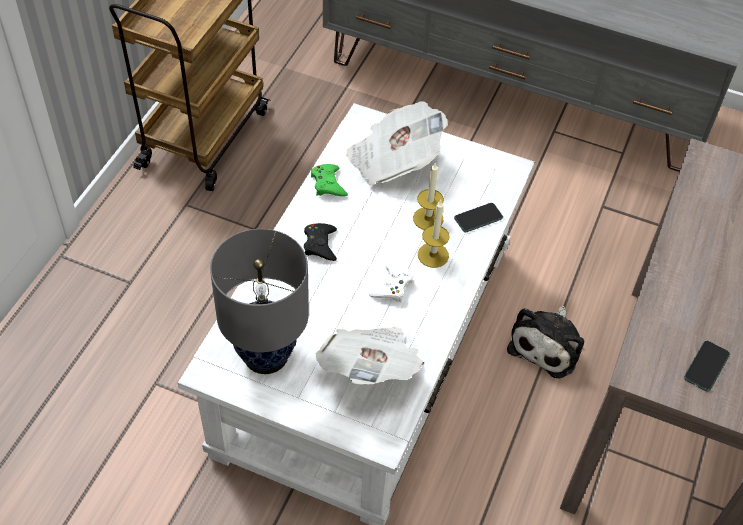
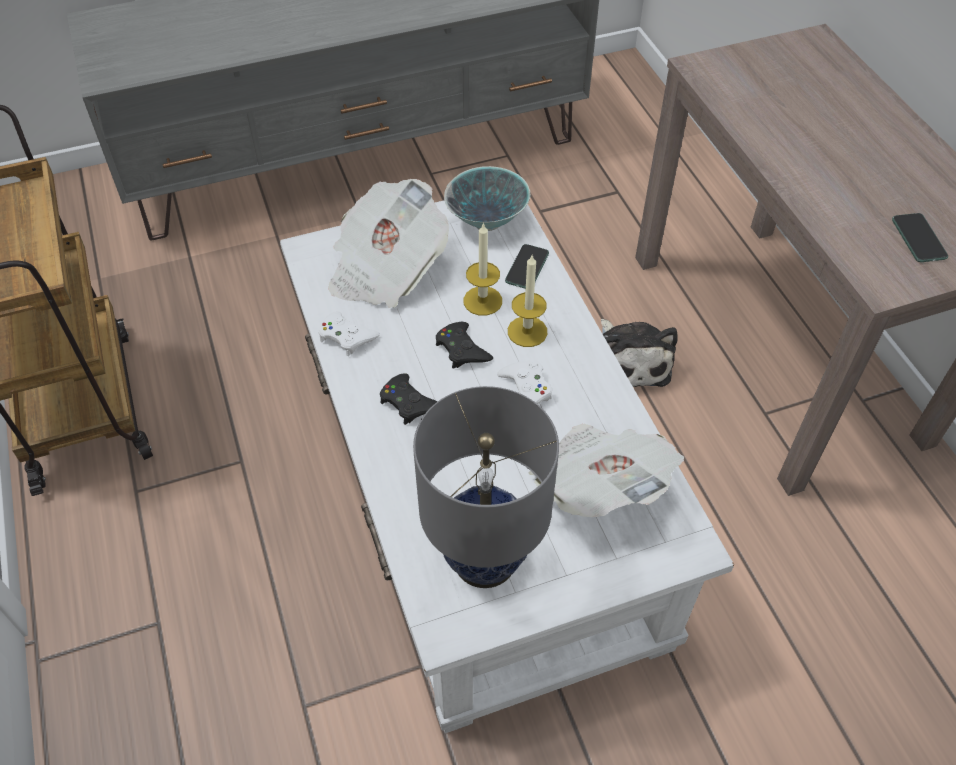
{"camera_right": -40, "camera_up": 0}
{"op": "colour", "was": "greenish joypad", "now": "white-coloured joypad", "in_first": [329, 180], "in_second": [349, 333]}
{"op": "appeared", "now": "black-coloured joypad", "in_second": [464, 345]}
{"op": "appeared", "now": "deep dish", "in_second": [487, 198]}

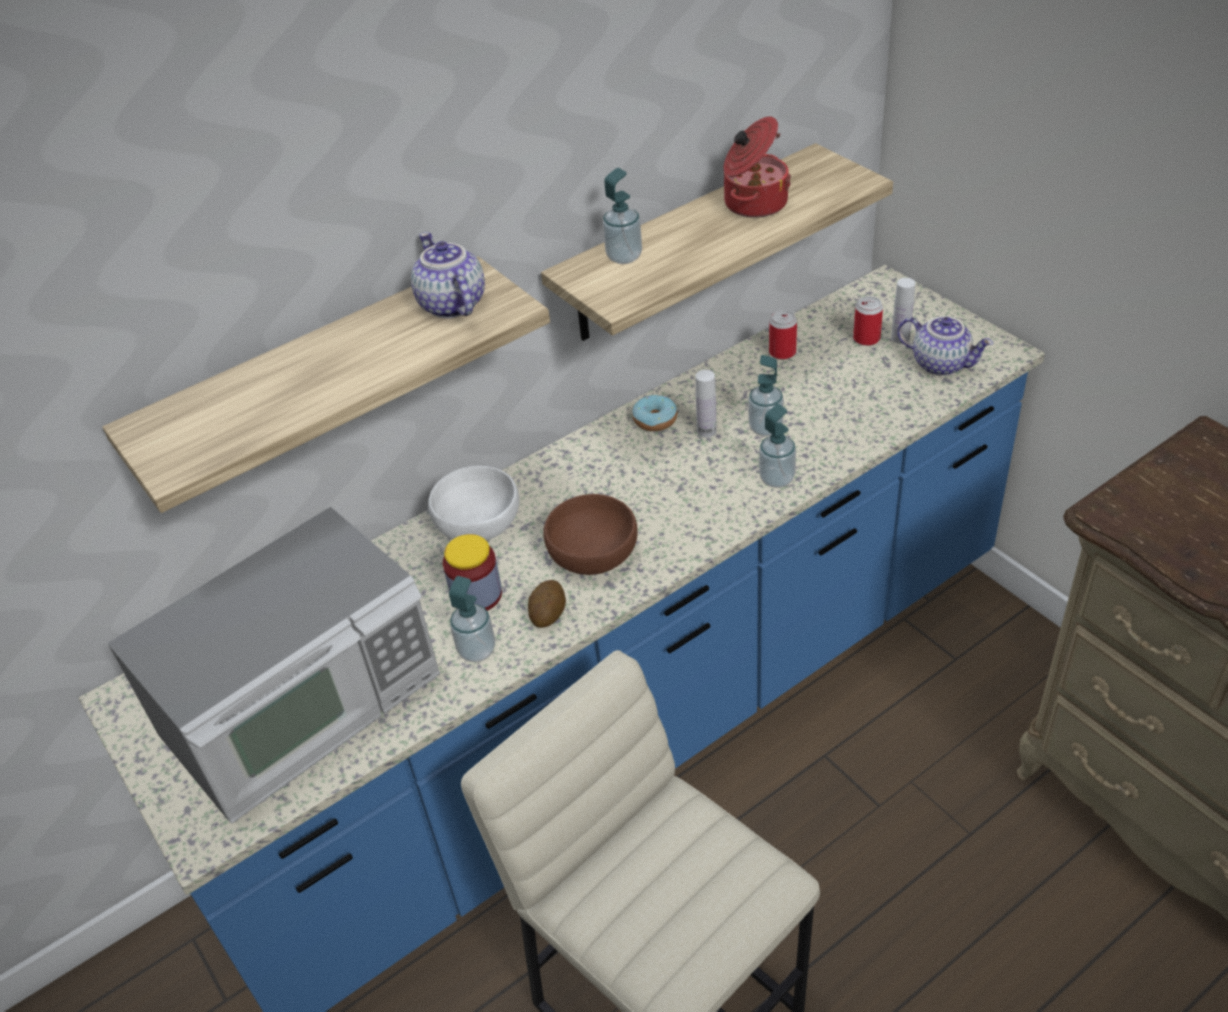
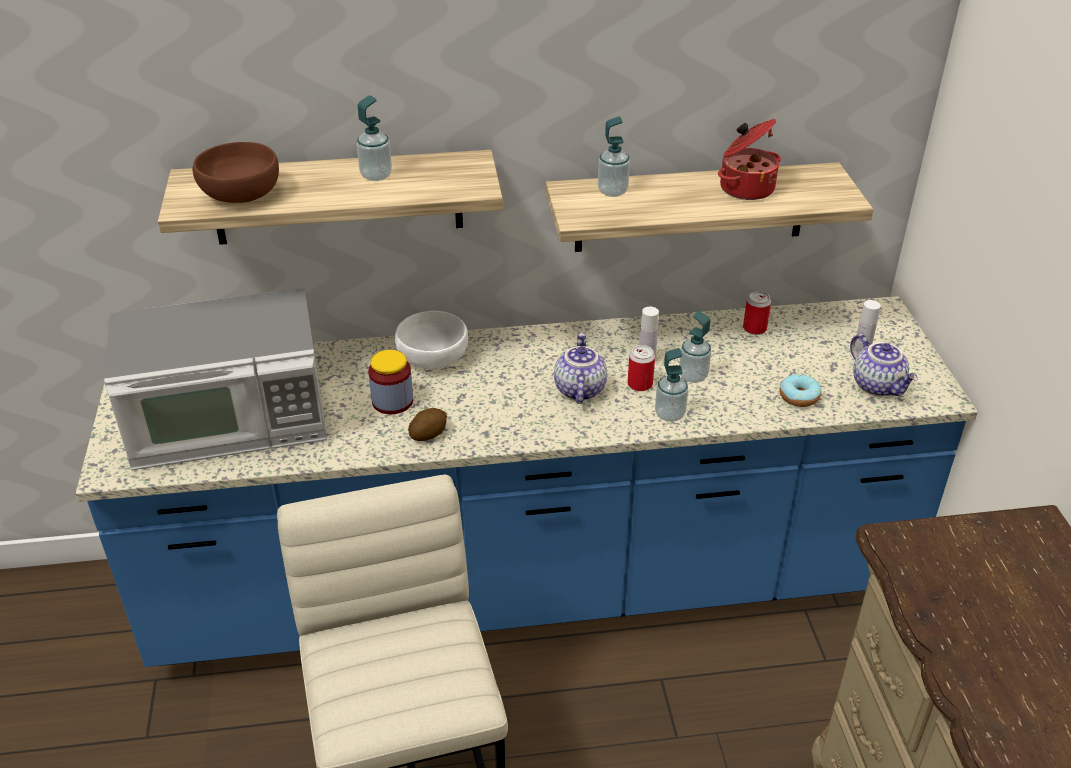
{"camera_right": 25, "camera_up": -5}
{"op": "relocated", "was": "pot for tea", "in_first": [448, 275], "in_second": [580, 368]}
{"op": "relocated", "was": "soap dispenser", "in_first": [472, 619], "in_second": [374, 138]}
{"op": "relocated", "was": "brown-coloured deep dish", "in_first": [590, 534], "in_second": [235, 172]}
{"op": "relocated", "was": "doughnut", "in_first": [655, 413], "in_second": [800, 390]}
{"op": "relocated", "was": "can", "in_first": [868, 321], "in_second": [641, 368]}

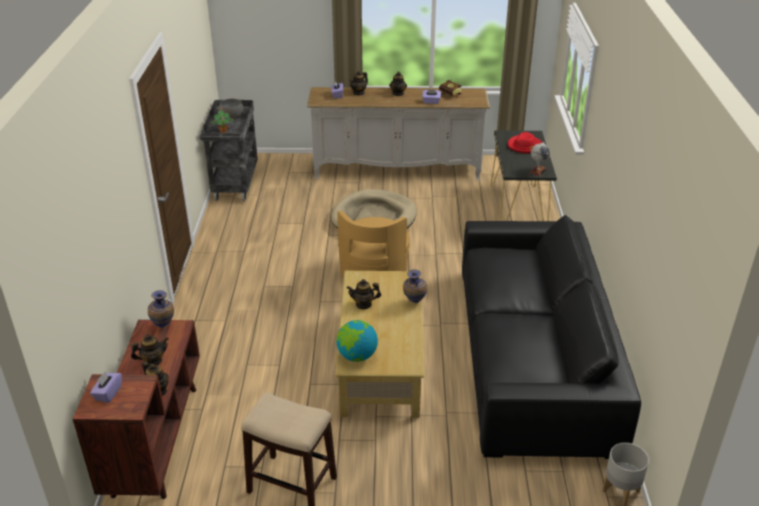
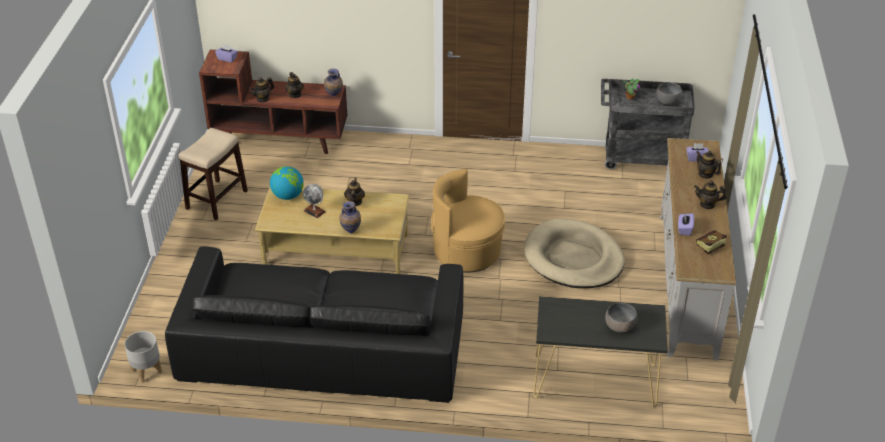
{"camera_right": 95, "camera_up": 5}
{"op": "exchanged", "was": "red-coloured hat", "now": "gray deep dish", "in_first": [525, 142], "in_second": [621, 318]}
{"op": "relocated", "was": "desk globe", "in_first": [539, 159], "in_second": [314, 201]}

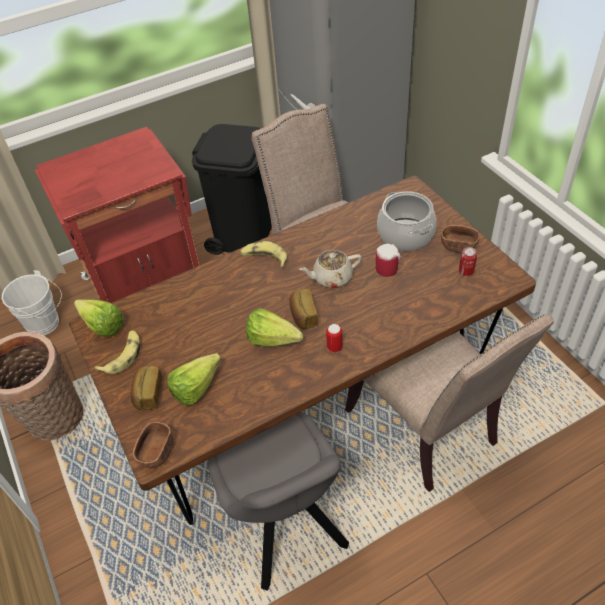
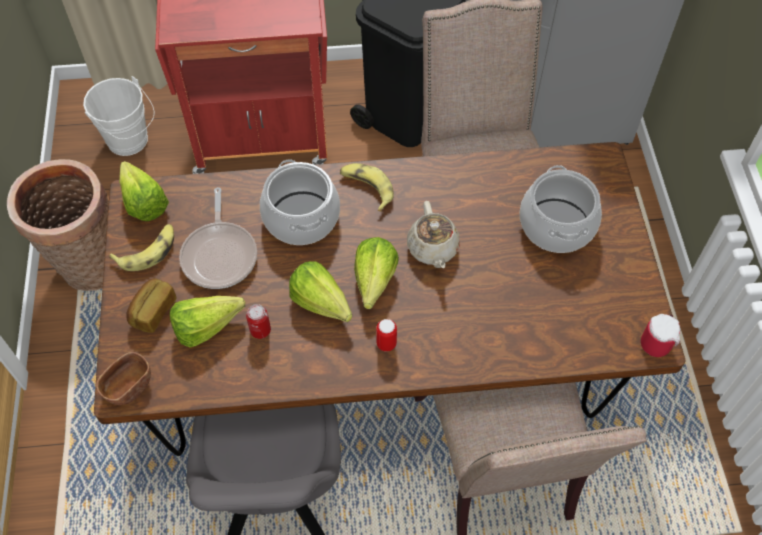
{"camera_right": 20, "camera_up": 10}
{"op": "exchanged", "was": "bread", "now": "head of lettuce", "in_first": [304, 309], "in_second": [376, 273]}
{"op": "spun", "was": "beige-coloured pot for tea", "in_first": [330, 269], "in_second": [433, 235], "clockwise": -105}
{"op": "relocated", "was": "mug", "in_first": [388, 260], "in_second": [660, 335]}
{"op": "missing", "was": "brown-coloured deep dish", "in_first": [460, 239]}
{"op": "relocated", "was": "can", "in_first": [468, 261], "in_second": [258, 321]}
{"op": "appeared", "now": "skillet", "in_second": [218, 238]}
{"op": "appeared", "now": "stockpot", "in_second": [300, 202]}

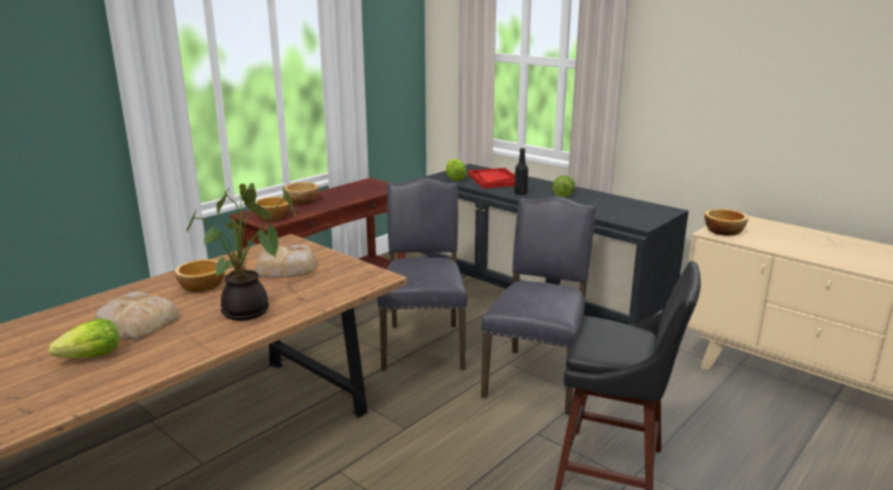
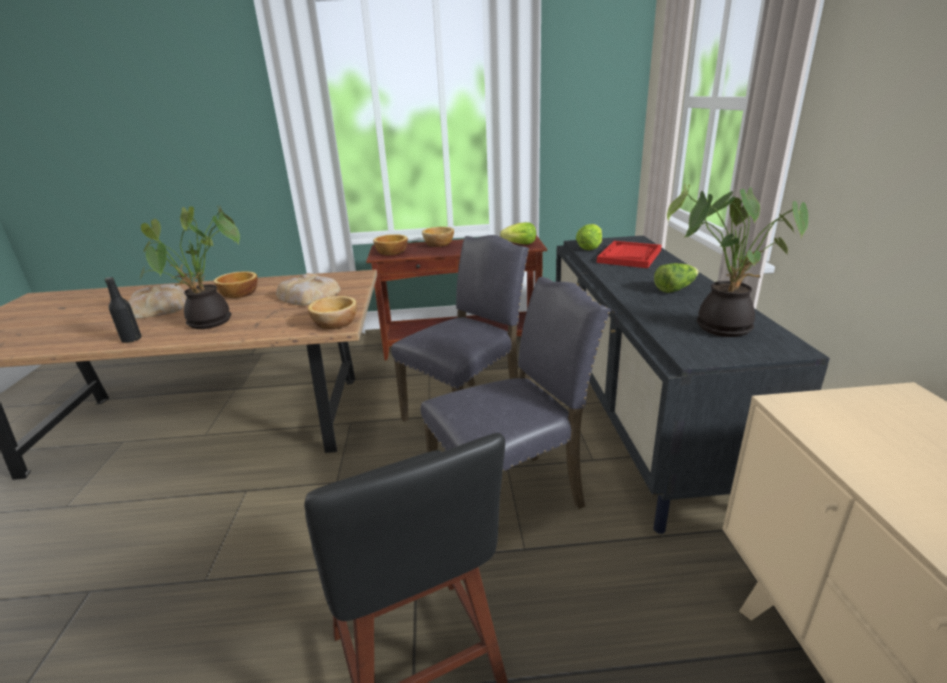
{"camera_right": 45, "camera_up": 5}
{"op": "relocated", "was": "head of lettuce", "in_first": [83, 338], "in_second": [518, 233]}
{"op": "relocated", "was": "black-coloured drink bottle", "in_first": [521, 171], "in_second": [123, 310]}
{"op": "relocated", "was": "deep dish", "in_first": [726, 222], "in_second": [332, 312]}
{"op": "appeared", "now": "potted plant", "in_second": [737, 260]}

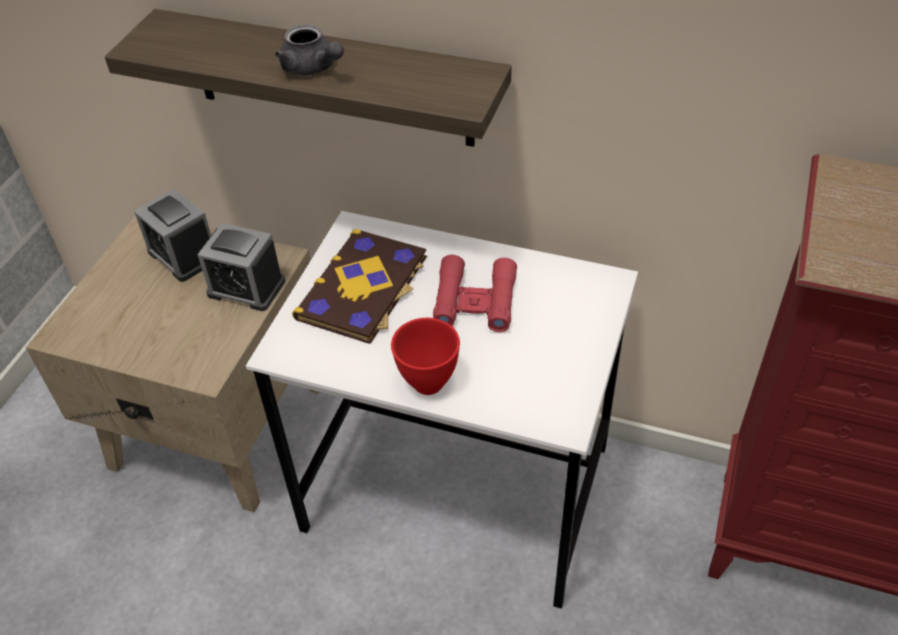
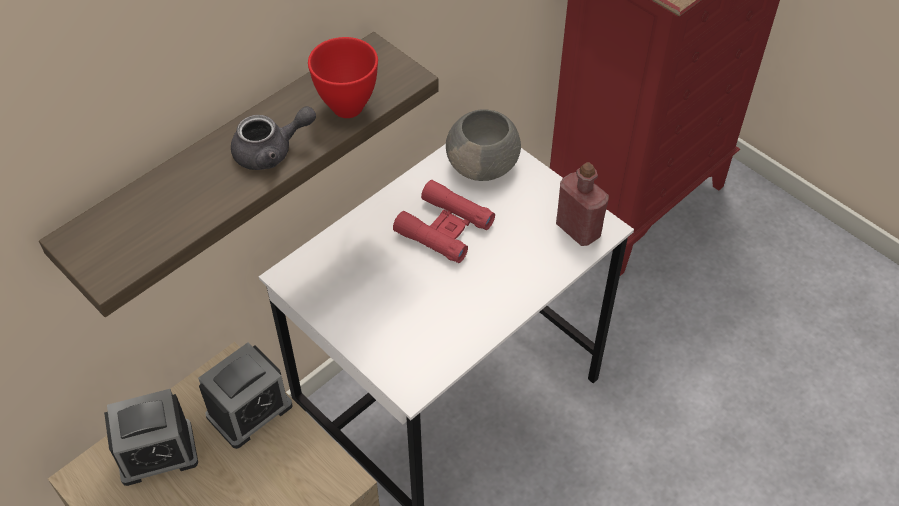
{"camera_right": -65, "camera_up": 5}
{"op": "missing", "was": "book", "in_first": [359, 286]}
{"op": "relocated", "was": "red-coloured deep dish", "in_first": [425, 356], "in_second": [343, 77]}
{"op": "appeared", "now": "gray deep dish", "in_second": [483, 145]}
{"op": "appeared", "now": "red-coloured drink bottle", "in_second": [582, 204]}

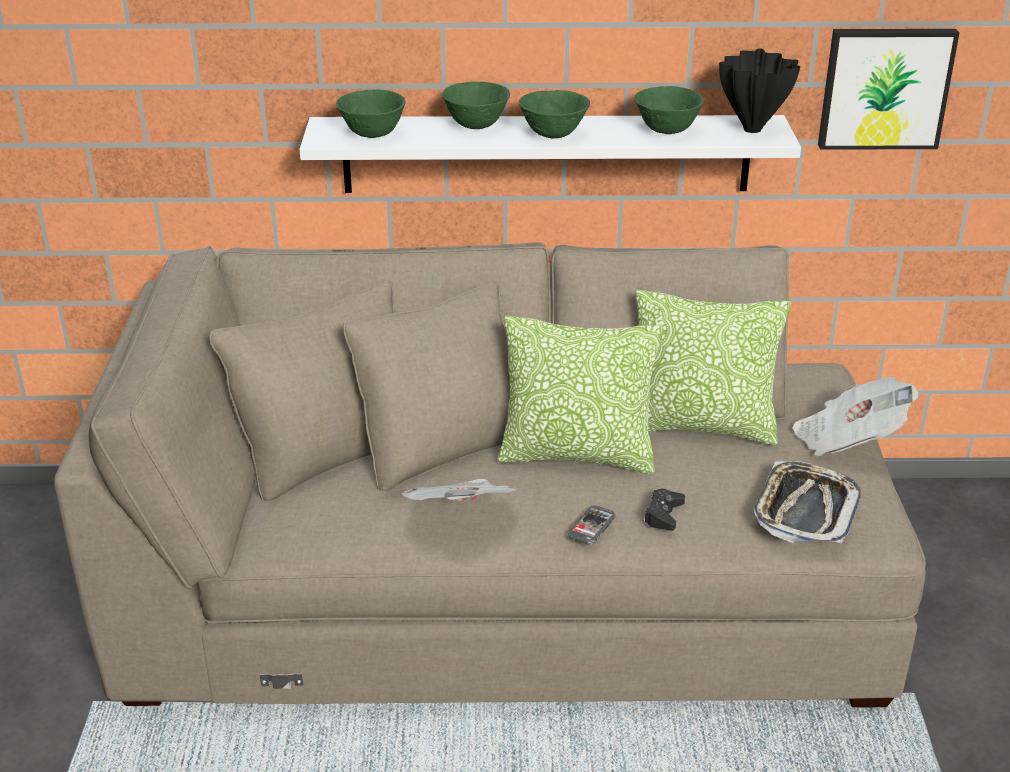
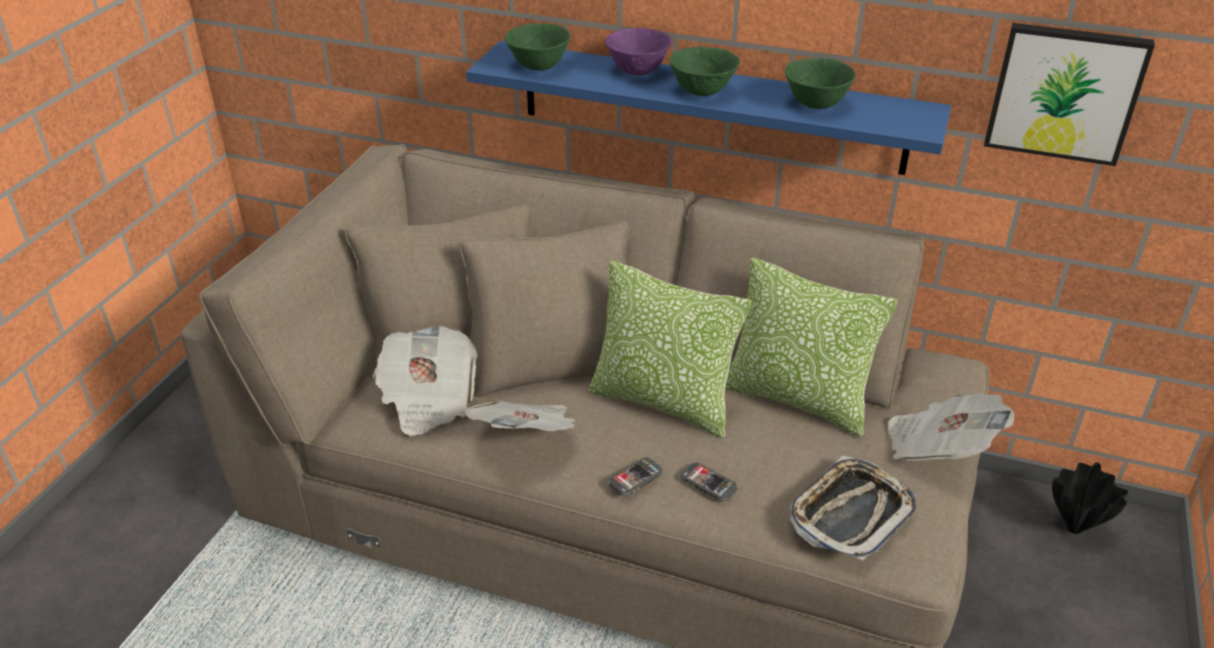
{"camera_right": 20, "camera_up": 5}
{"op": "colour", "was": "white-coloured shelf", "now": "blue-coloured shelf", "in_first": [550, 154], "in_second": [708, 108]}
{"op": "colour", "was": "greenish deep dish", "now": "purple deep dish", "in_first": [476, 105], "in_second": [638, 52]}
{"op": "exchanged", "was": "black-coloured joypad", "now": "telephone", "in_first": [664, 510], "in_second": [709, 482]}
{"op": "relocated", "was": "black-coloured vase", "in_first": [759, 90], "in_second": [1090, 498]}
{"op": "appeared", "now": "printed paper", "in_second": [425, 381]}

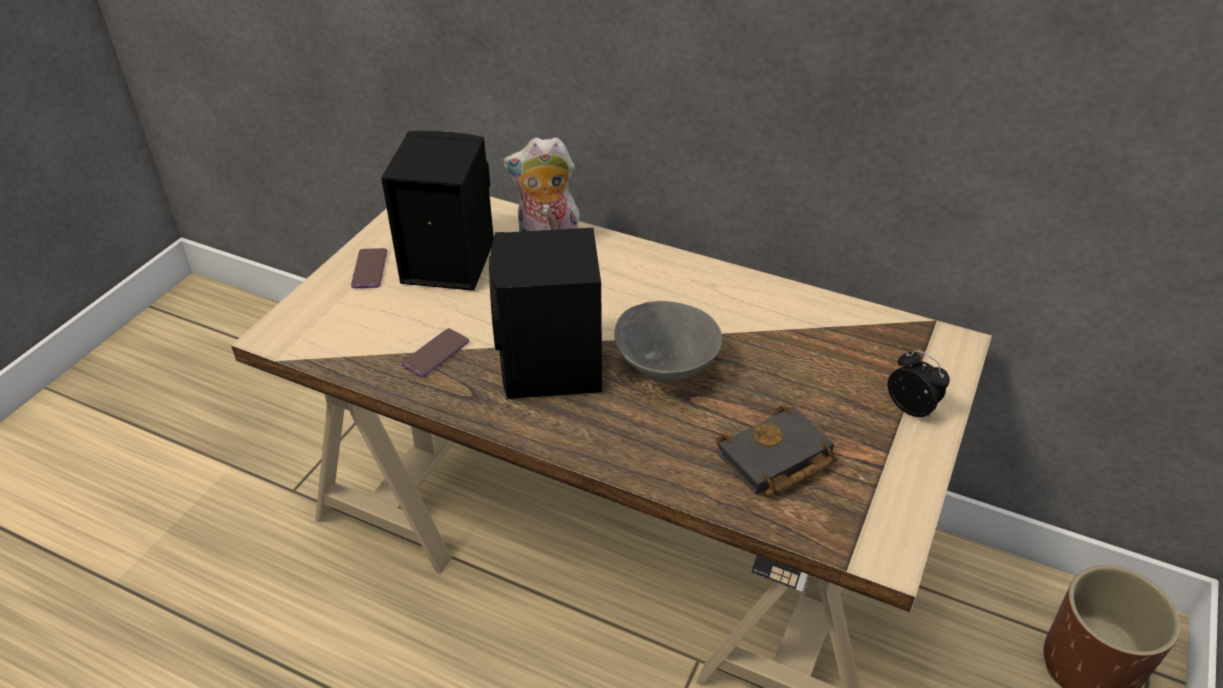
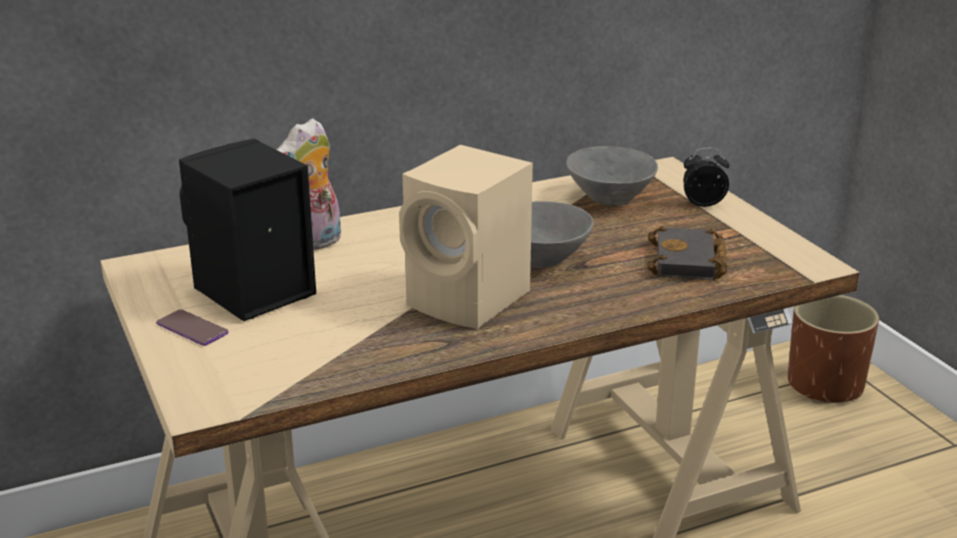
{"camera_right": -50, "camera_up": -15}
{"op": "missing", "was": "telephone", "in_first": [435, 352]}
{"op": "colour", "was": "black-coloured speaker", "now": "beige-coloured speaker", "in_first": [545, 313], "in_second": [466, 237]}
{"op": "appeared", "now": "gray deep dish", "in_second": [612, 176]}

